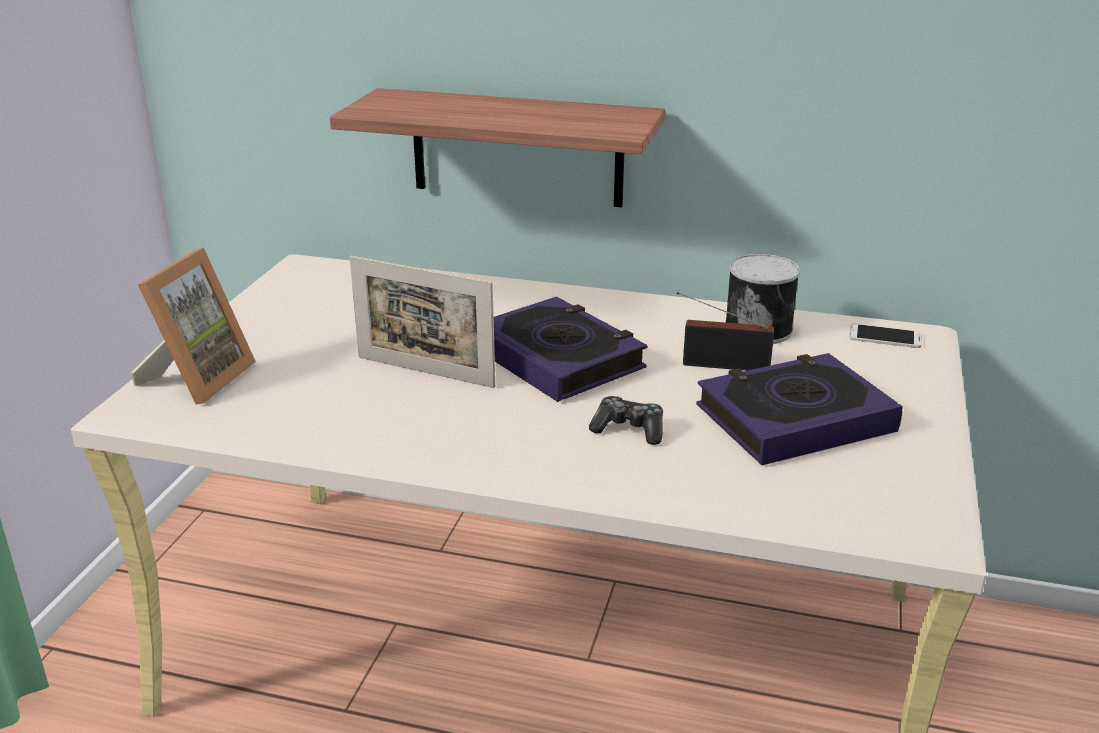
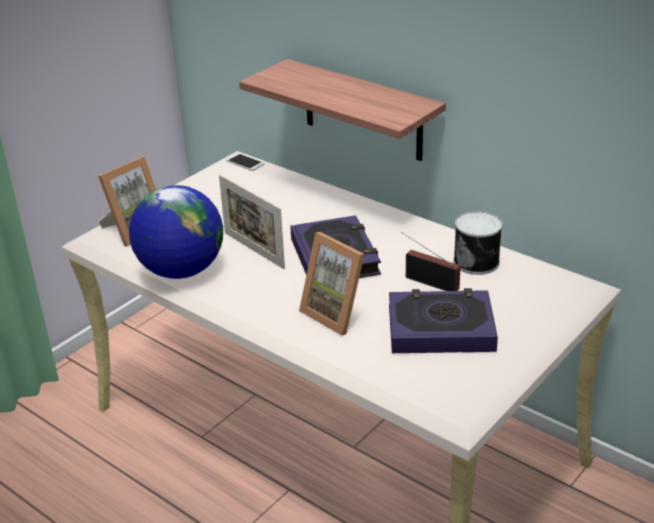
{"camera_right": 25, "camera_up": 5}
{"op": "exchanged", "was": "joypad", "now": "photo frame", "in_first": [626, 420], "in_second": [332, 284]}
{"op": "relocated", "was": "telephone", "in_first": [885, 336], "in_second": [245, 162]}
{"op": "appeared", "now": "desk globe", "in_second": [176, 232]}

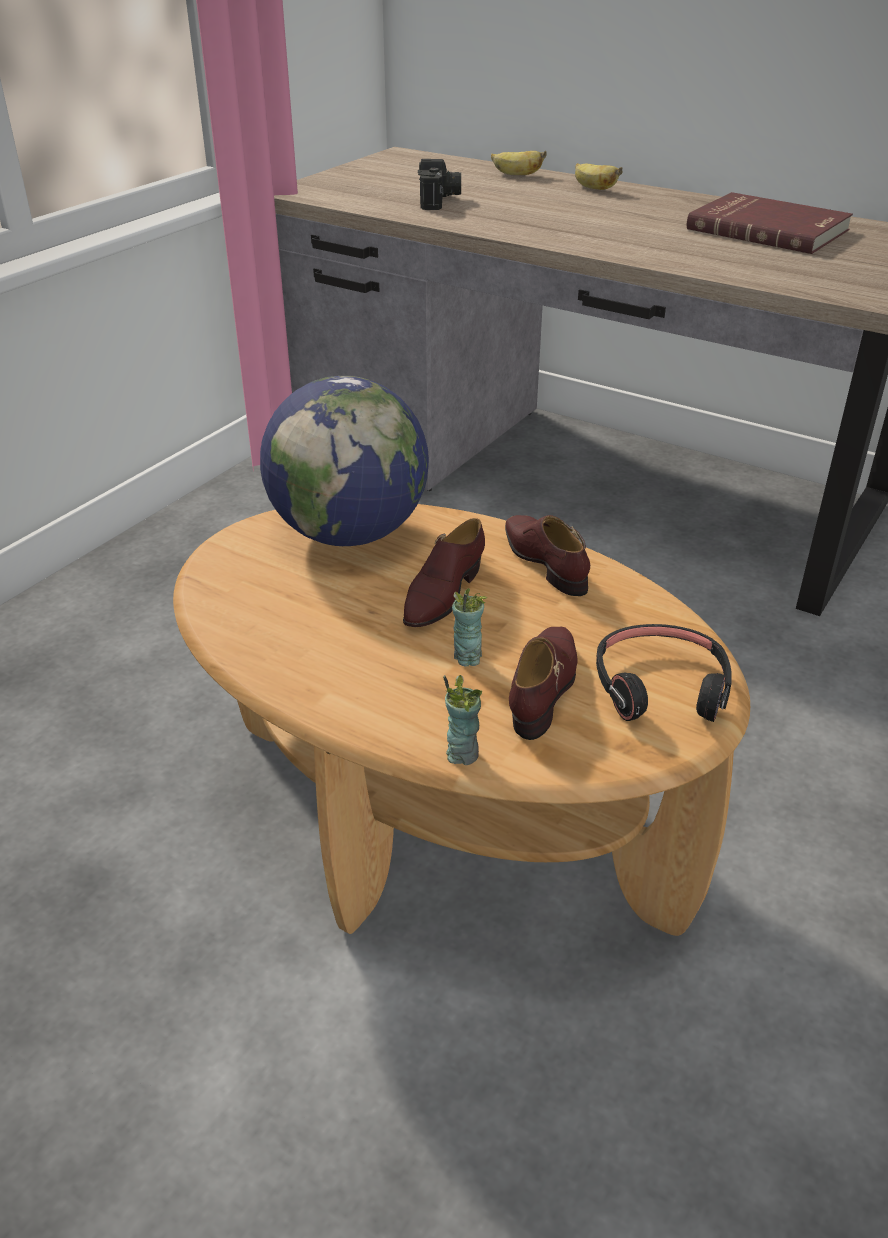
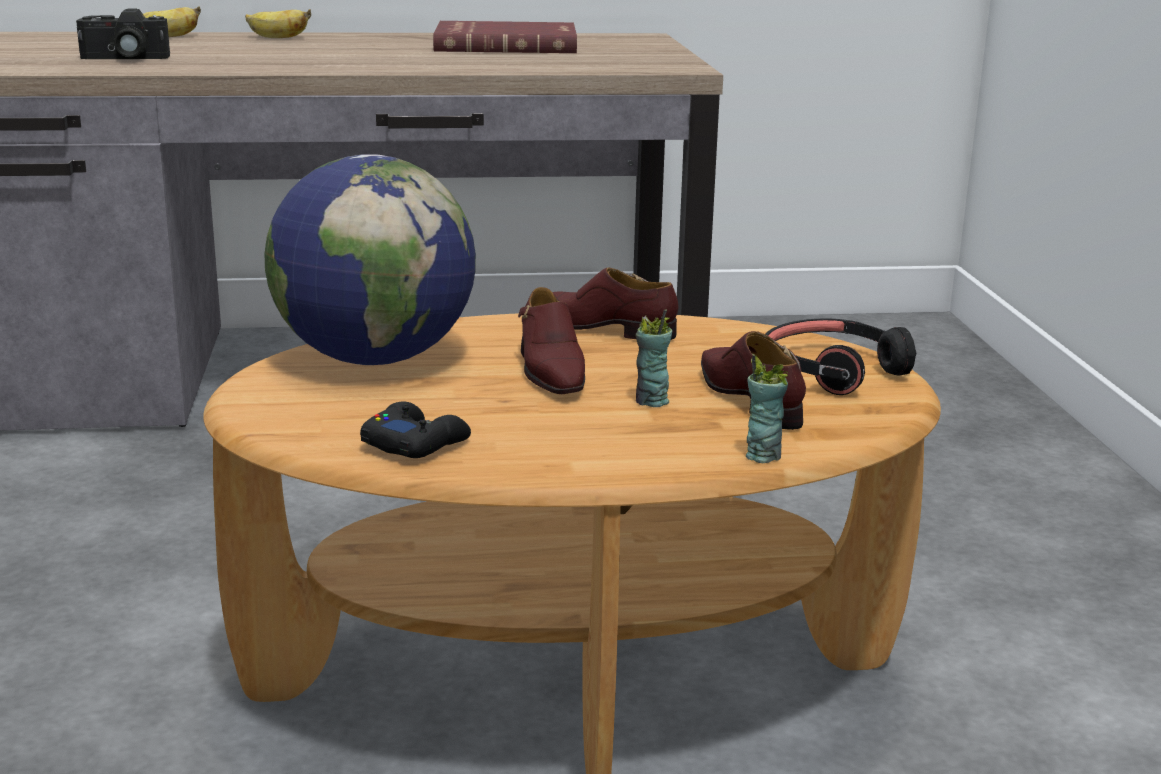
{"camera_right": -40, "camera_up": -15}
{"op": "spun", "was": "photo camera", "in_first": [439, 184], "in_second": [123, 33], "clockwise": 120}
{"op": "appeared", "now": "black-coloured joypad", "in_second": [415, 429]}

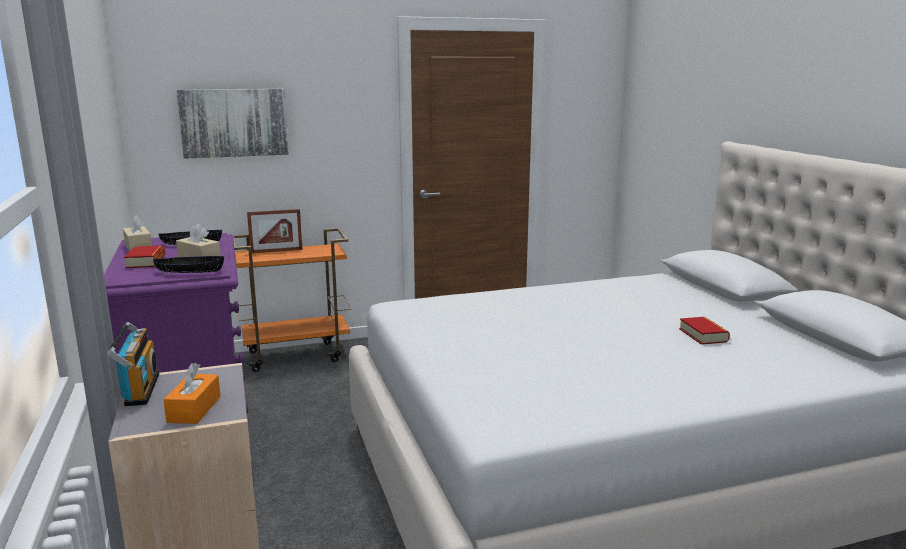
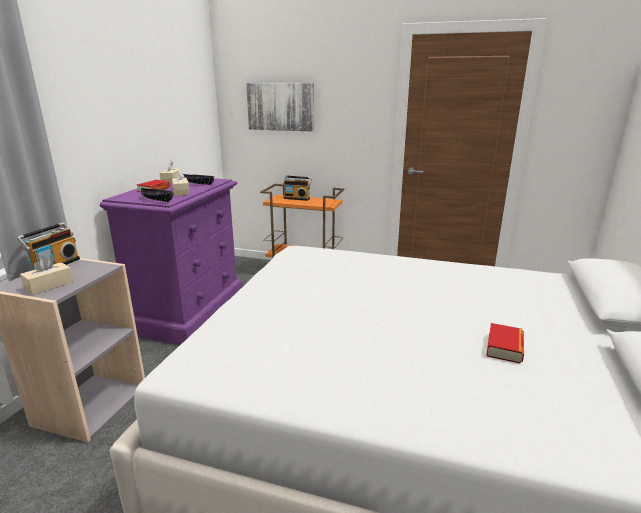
{"camera_right": 35, "camera_up": 5}
{"op": "colour", "was": "orangey tissue holder", "now": "beige-coloured tissue holder", "in_first": [192, 393], "in_second": [46, 275]}
{"op": "exchanged", "was": "photo frame", "now": "radio", "in_first": [275, 231], "in_second": [297, 188]}

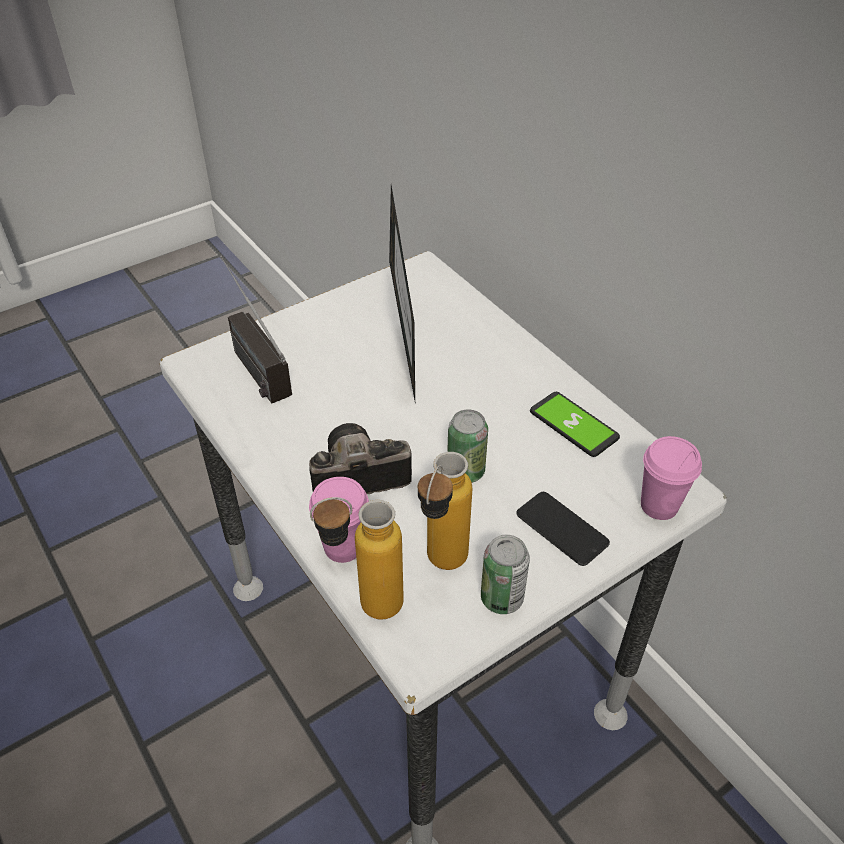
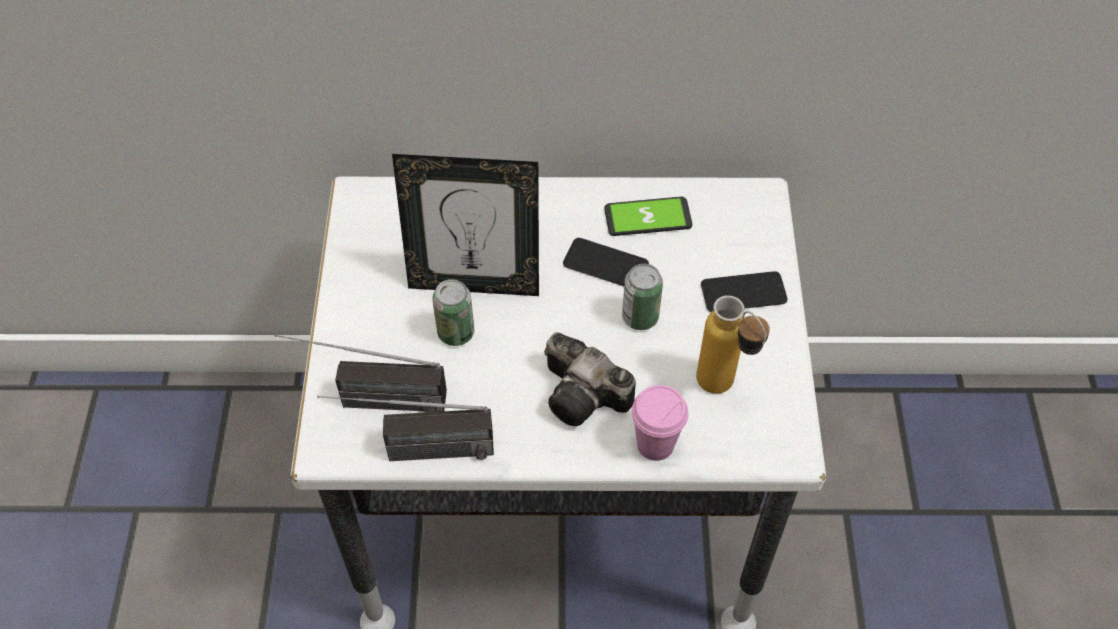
{"camera_right": -55, "camera_up": 10}
{"op": "spun", "was": "photo camera", "in_first": [360, 458], "in_second": [590, 379], "clockwise": -75}
{"op": "missing", "was": "drink bottle", "in_first": [357, 558]}
{"op": "spun", "was": "photo frame", "in_first": [402, 293], "in_second": [465, 225], "clockwise": 150}
{"op": "relocated", "was": "can", "in_first": [505, 574], "in_second": [453, 312]}
{"op": "missing", "was": "pink drinking cup", "in_first": [671, 478]}
{"op": "appeared", "now": "radio", "in_second": [405, 428]}
{"op": "appeared", "now": "telephone", "in_second": [606, 262]}

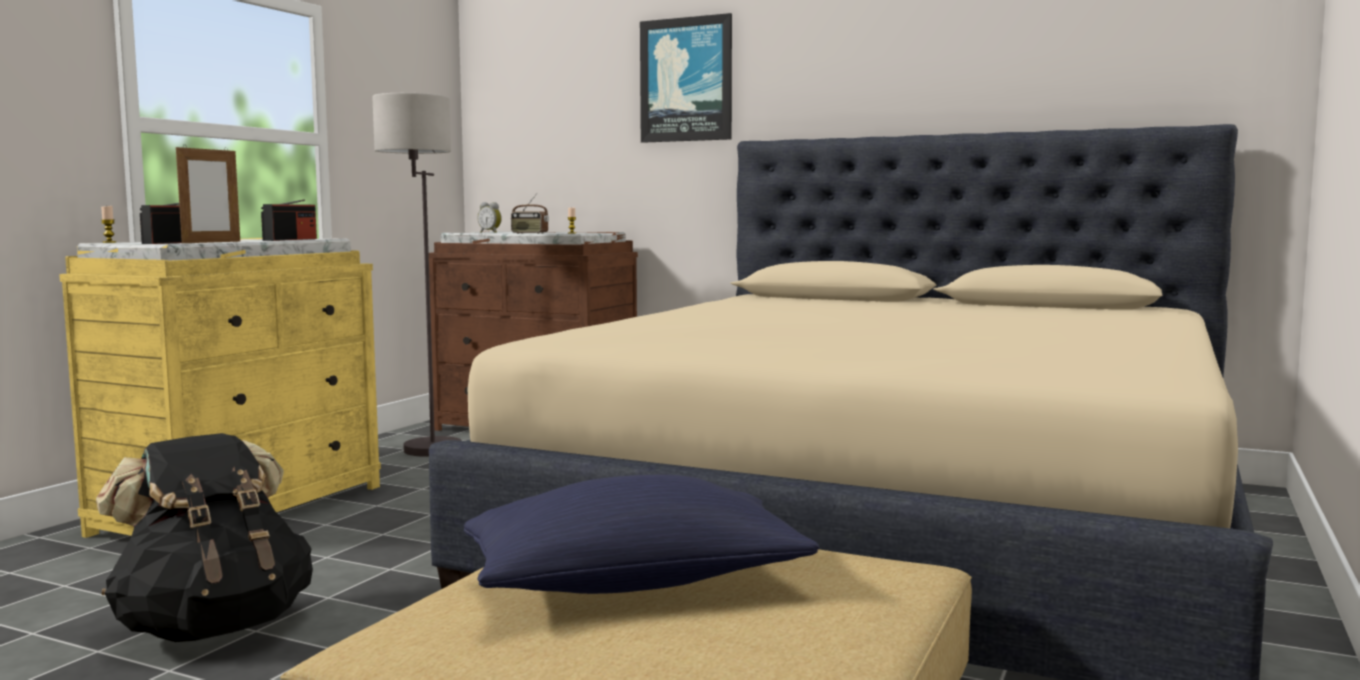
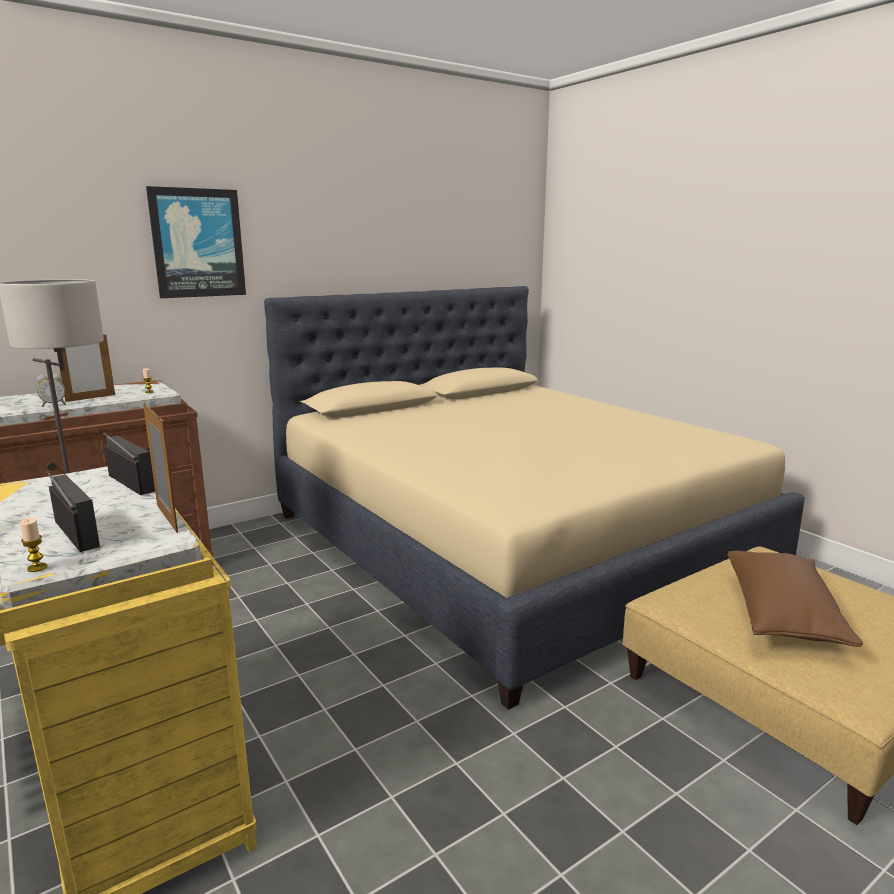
{"camera_right": -60, "camera_up": 10}
{"op": "missing", "was": "black-coloured rucksack", "in_first": [204, 537]}
{"op": "colour", "was": "blue-coloured pillow", "now": "brown-coloured pillow", "in_first": [641, 534], "in_second": [795, 599]}
{"op": "exchanged", "was": "radio", "now": "photo frame", "in_first": [530, 213], "in_second": [86, 368]}

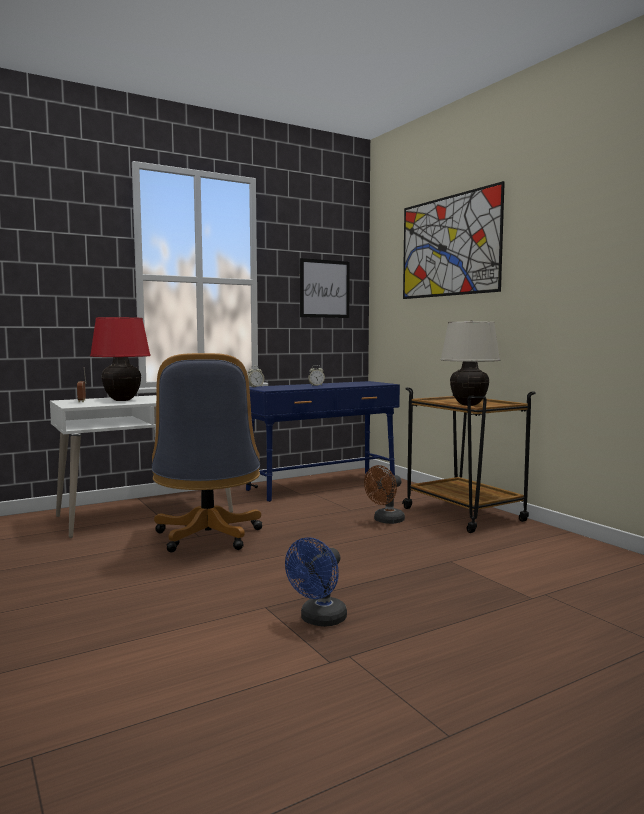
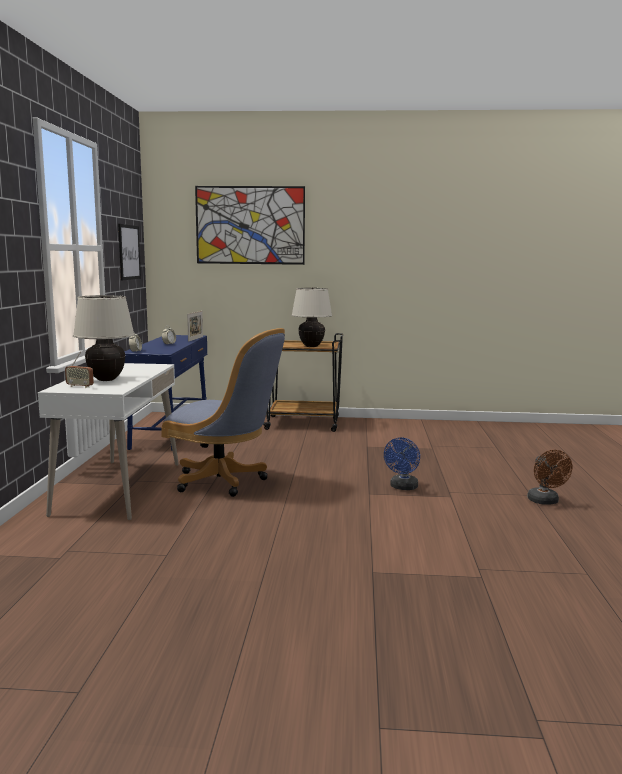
{"camera_right": -55, "camera_up": 5}
{"op": "colour", "was": "red-coloured tabletop lamp", "now": "beige-coloured tabletop lamp", "in_first": [120, 358], "in_second": [104, 338]}
{"op": "spun", "was": "blue-coloured electric fan", "in_first": [316, 582], "in_second": [402, 463], "clockwise": 45}
{"op": "relocated", "was": "brown-coloured electric fan", "in_first": [384, 494], "in_second": [549, 477]}
{"op": "appeared", "now": "photo frame", "in_second": [195, 326]}

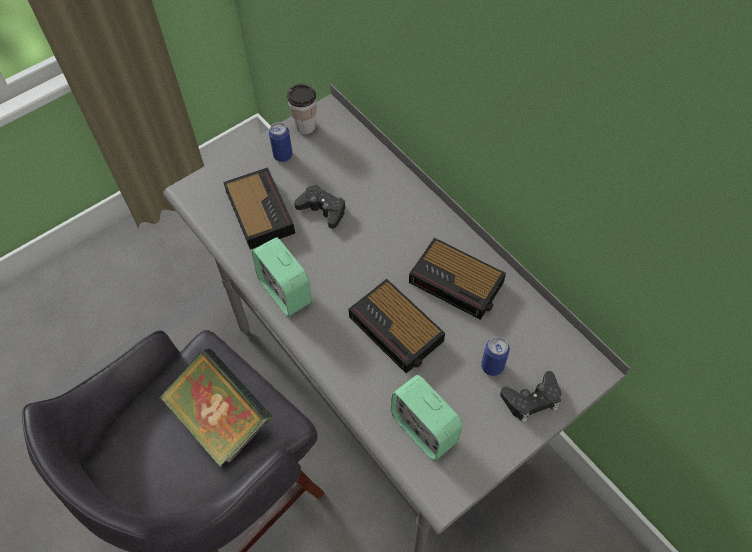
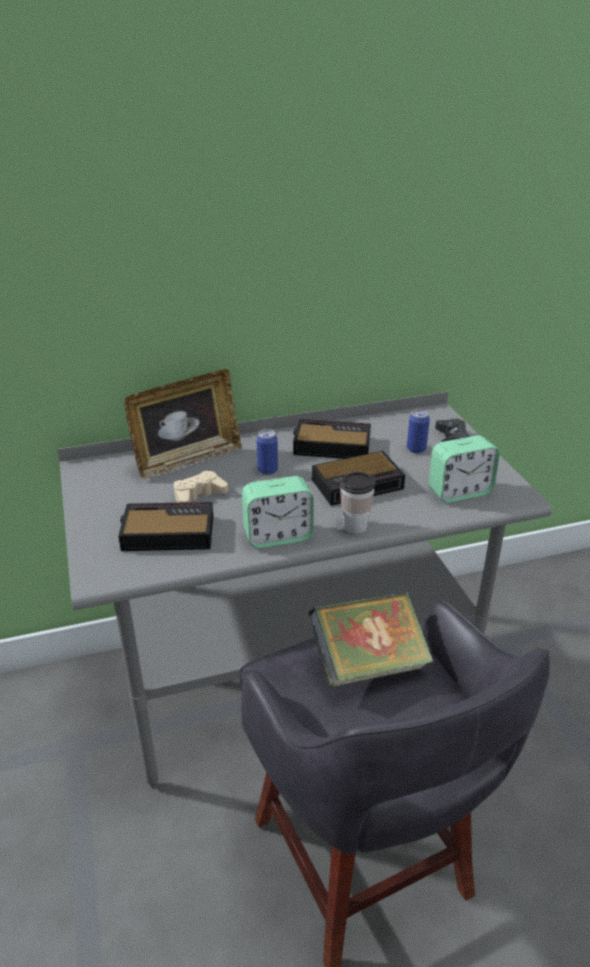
{"camera_right": -70, "camera_up": -25}
{"op": "relocated", "was": "can", "in_first": [281, 142], "in_second": [267, 452]}
{"op": "relocated", "was": "drinking cup", "in_first": [301, 109], "in_second": [357, 503]}
{"op": "colour", "was": "black-coloured joypad", "now": "beige-coloured joypad", "in_first": [319, 206], "in_second": [201, 486]}
{"op": "spun", "was": "table clock", "in_first": [457, 279], "in_second": [332, 439], "clockwise": -135}
{"op": "appeared", "now": "photo frame", "in_second": [183, 424]}

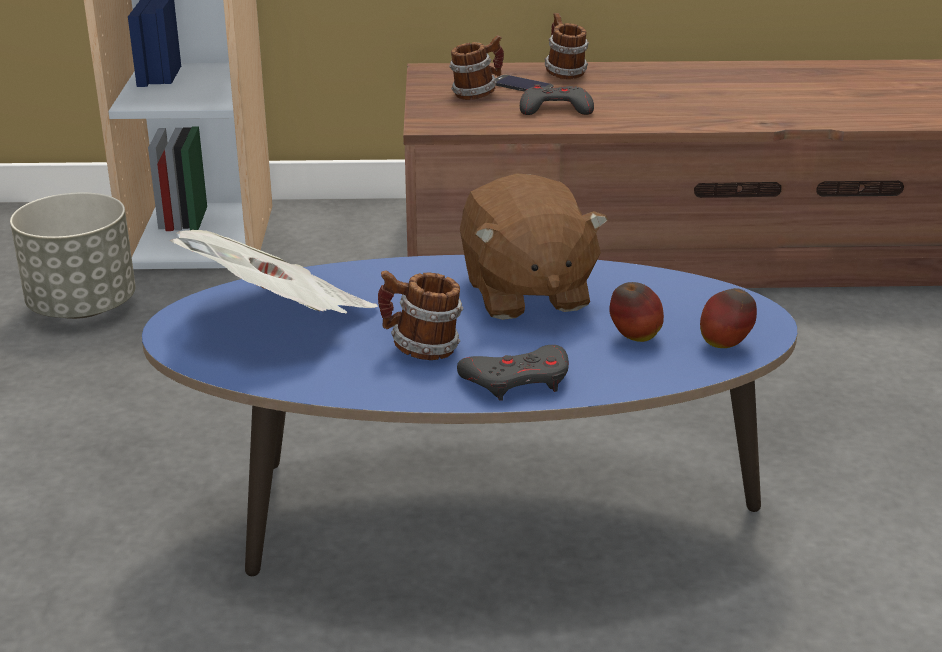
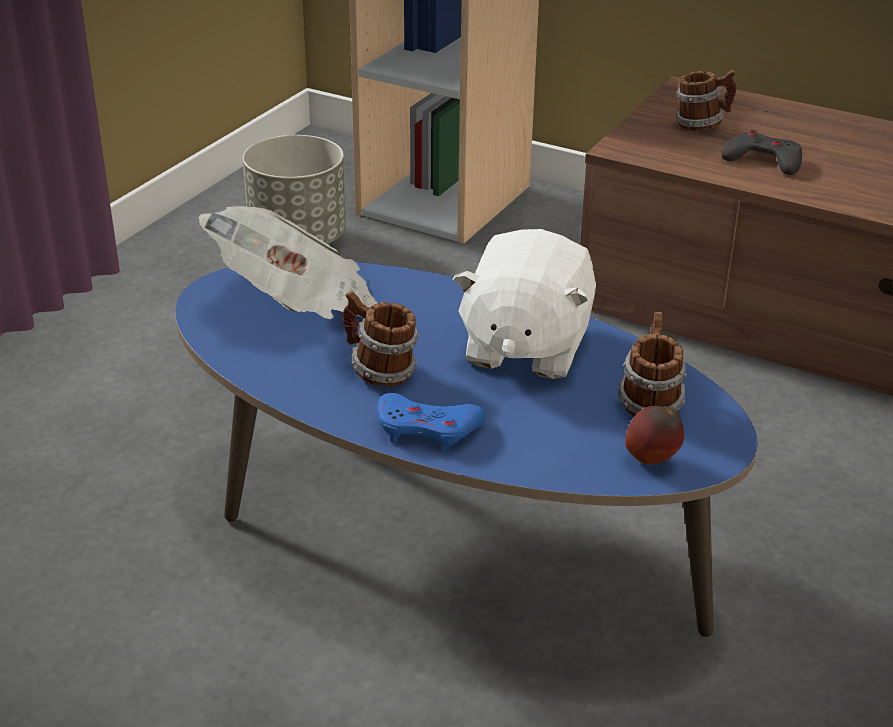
{"camera_right": 30, "camera_up": 5}
{"op": "colour", "was": "gray joypad", "now": "blue-coloured joypad", "in_first": [513, 373], "in_second": [431, 422]}
{"op": "colour", "was": "brown-coloured soft toy", "now": "white-coloured soft toy", "in_first": [534, 247], "in_second": [524, 304]}
{"op": "missing", "was": "telephone", "in_first": [524, 83]}
{"op": "relocated", "was": "mug", "in_first": [567, 46], "in_second": [652, 364]}
{"op": "missing", "was": "apple fruit", "in_first": [636, 312]}

